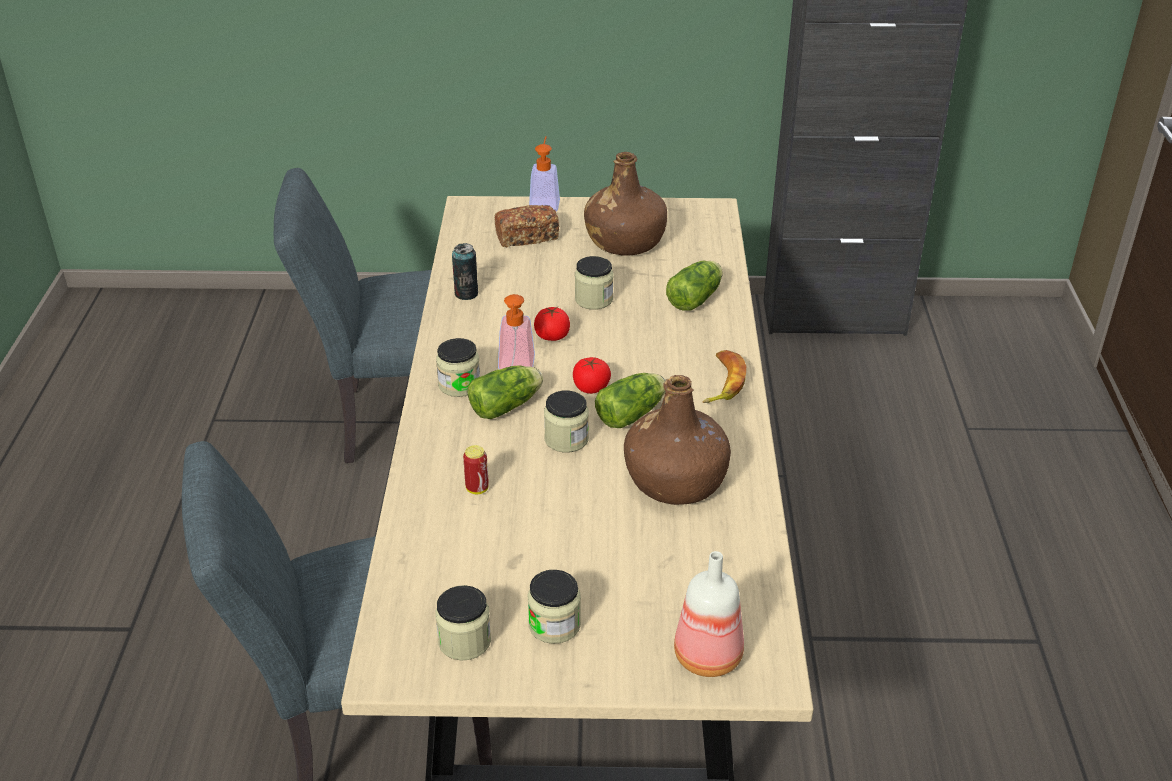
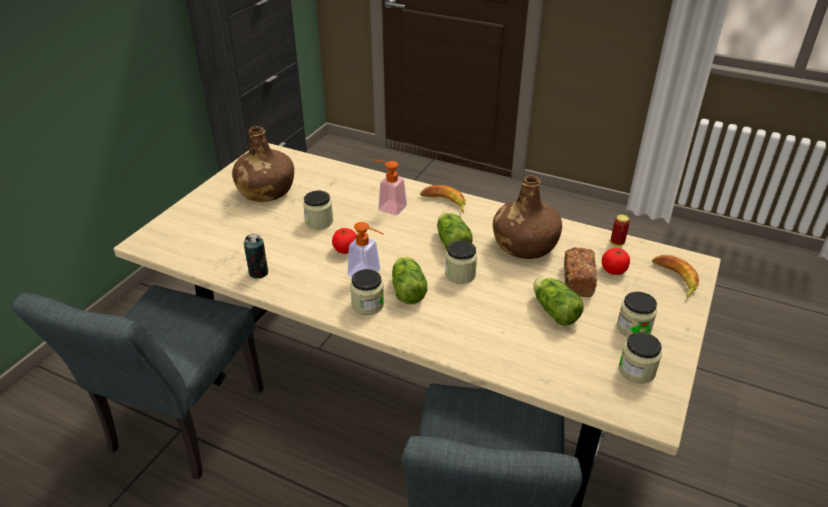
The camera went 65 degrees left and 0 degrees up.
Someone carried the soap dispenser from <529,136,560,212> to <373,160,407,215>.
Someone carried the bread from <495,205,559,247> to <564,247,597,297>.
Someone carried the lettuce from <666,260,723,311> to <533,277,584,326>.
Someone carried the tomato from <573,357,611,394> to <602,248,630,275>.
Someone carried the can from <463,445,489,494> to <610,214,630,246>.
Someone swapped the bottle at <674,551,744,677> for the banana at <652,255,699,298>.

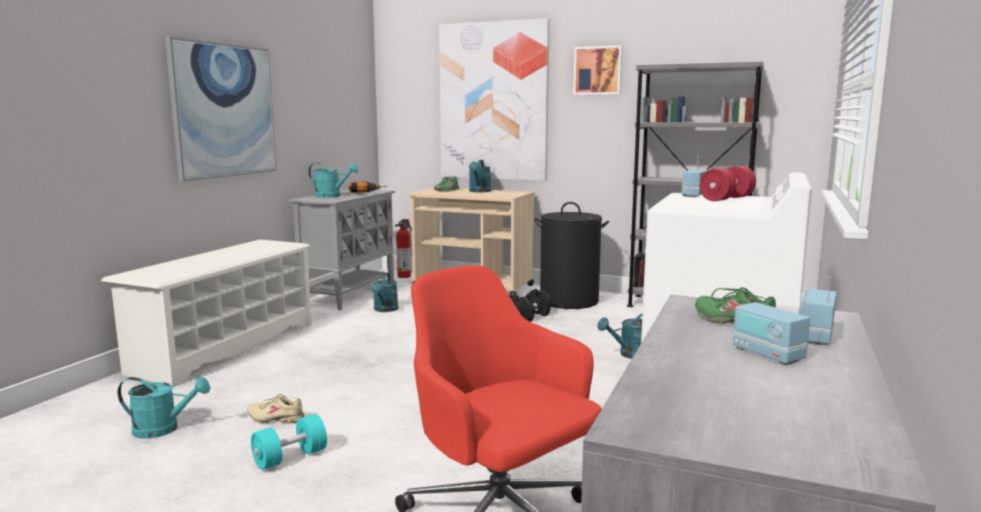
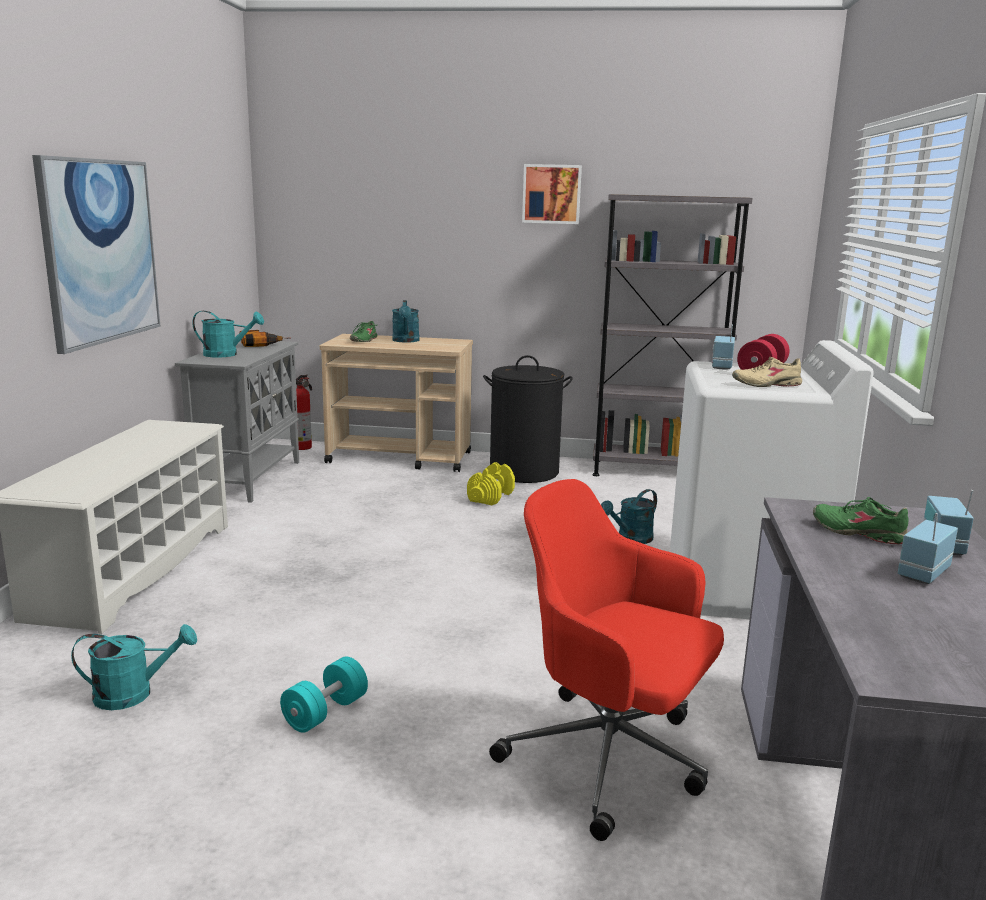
The camera went 15 degrees left and 5 degrees up.
Someone took away the picture at <439,18,550,181>.
Someone took away the turquoise watering can at <371,273,399,312>.
Someone rotated the radio at <733,288,810,365> by 90 degrees clockwise.
Someone repainted the black dumbbell at <511,289,551,322>, which became the yellow dumbbell at <467,462,515,505>.
Someone carried the beige shoe from <247,394,305,423> to <732,357,802,387>.

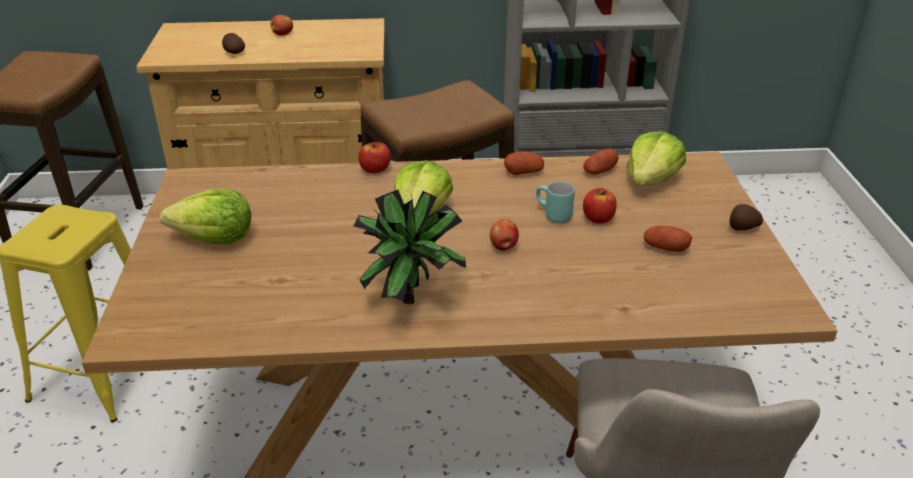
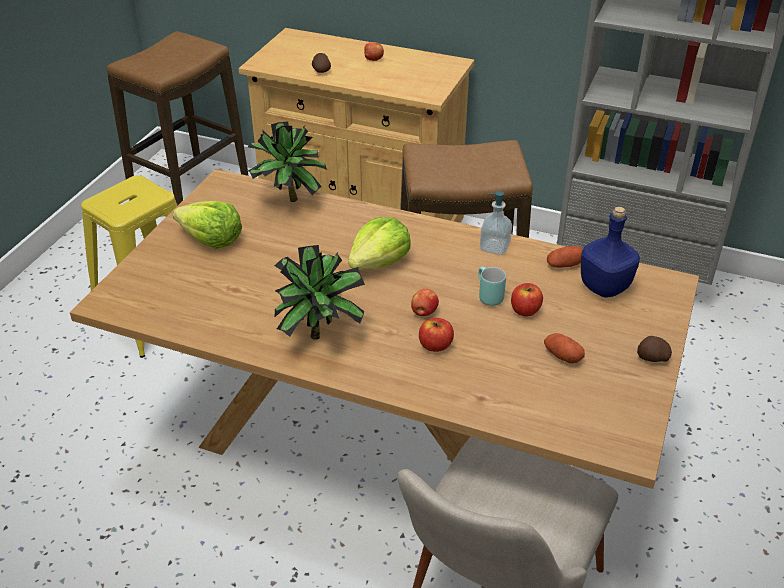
The camera went 25 degrees right and 5 degrees up.
Someone swapped the lettuce at <627,132,686,186> for the blue bottle at <581,207,640,297>.
Someone carried the apple from <358,142,391,174> to <419,318,454,352>.
Someone swapped the potato at <504,151,544,175> for the soap dispenser at <480,191,512,255>.
Someone put down the potted plant at <248,121,327,202>.

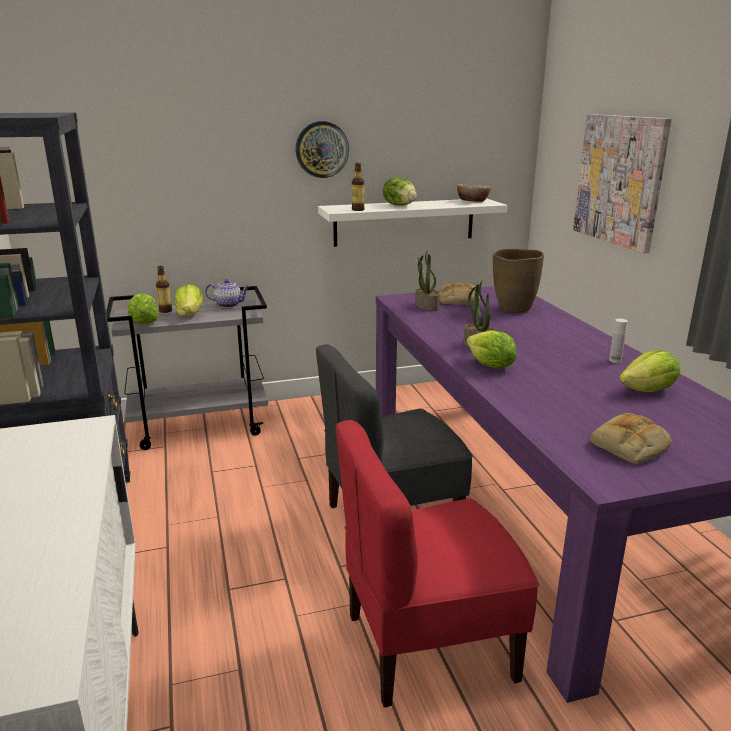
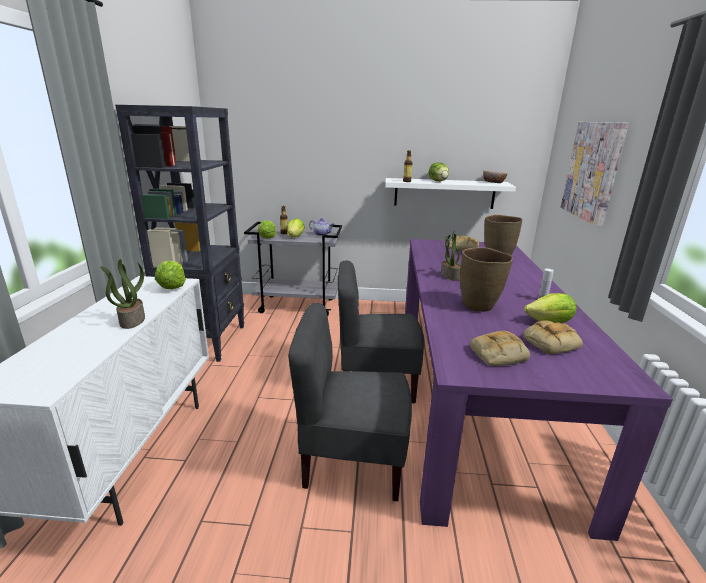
The camera went 20 degrees right and 0 degrees up.
Someone took away the wall clock at <295,121,349,178>.
Someone carried the potted plant from <415,250,440,311> to <100,259,145,329>.
Someone carried the lettuce from <467,330,516,369> to <155,261,186,289>.
Someone repainted the red chair at <336,420,539,707>, which became the grey chair at <288,303,412,501>.
Someone put down the brown vase at <460,247,513,312>.
Someone put down the bread at <523,320,583,355>.

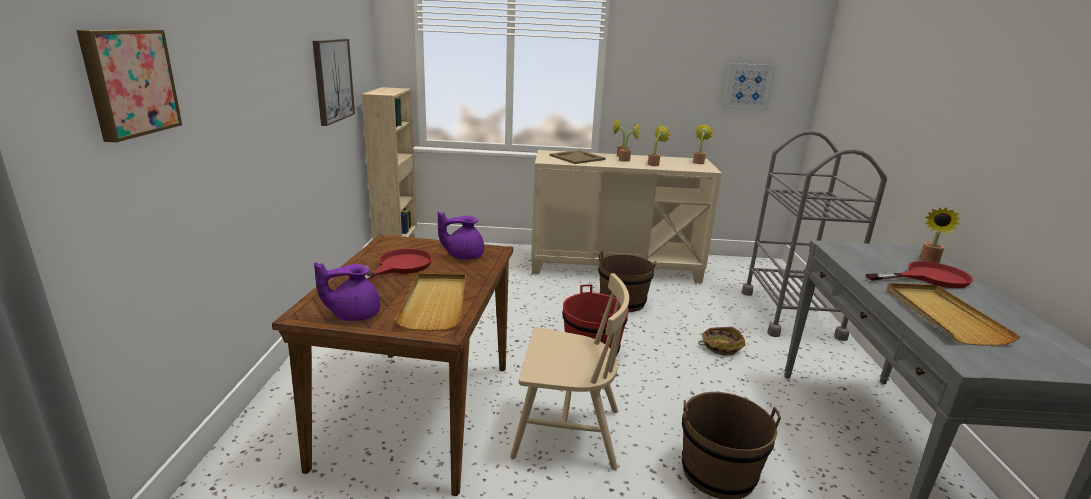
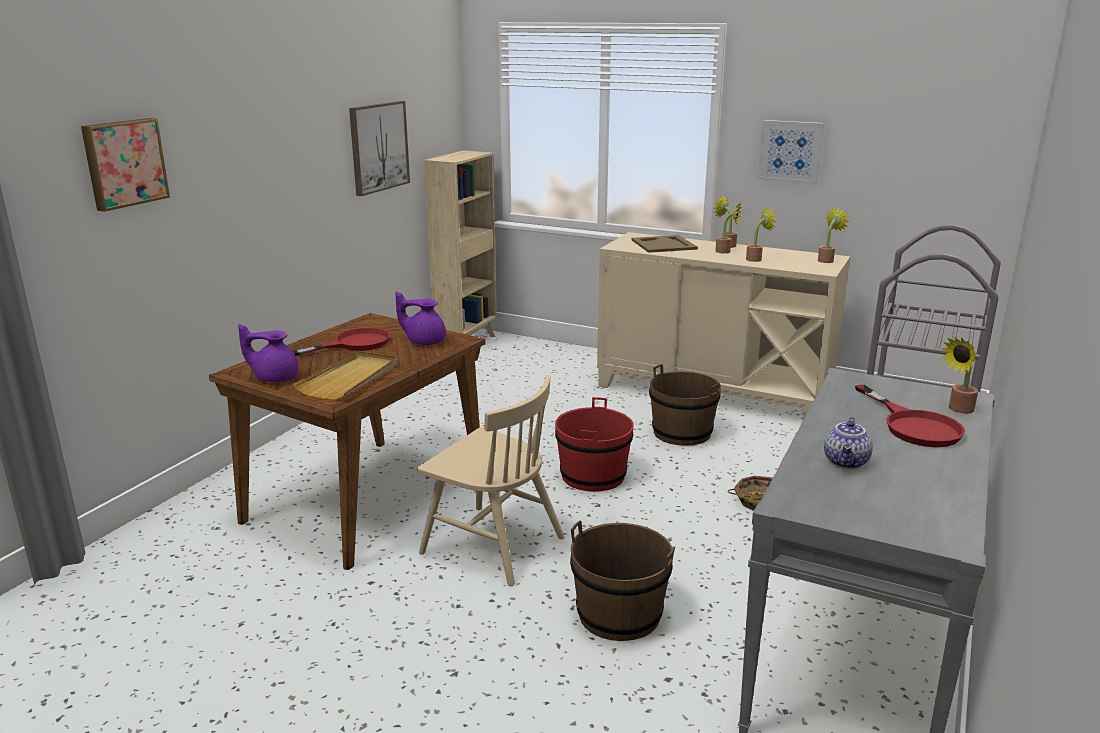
The camera went 25 degrees right and 0 degrees up.
Someone carried the picture from <723,63,776,111> to <758,120,824,185>.
Someone rotated the red frying pan at <866,261,973,288> by 60 degrees clockwise.
Someone swapped the beige tray at <887,283,1021,346> for the teapot at <824,417,873,469>.

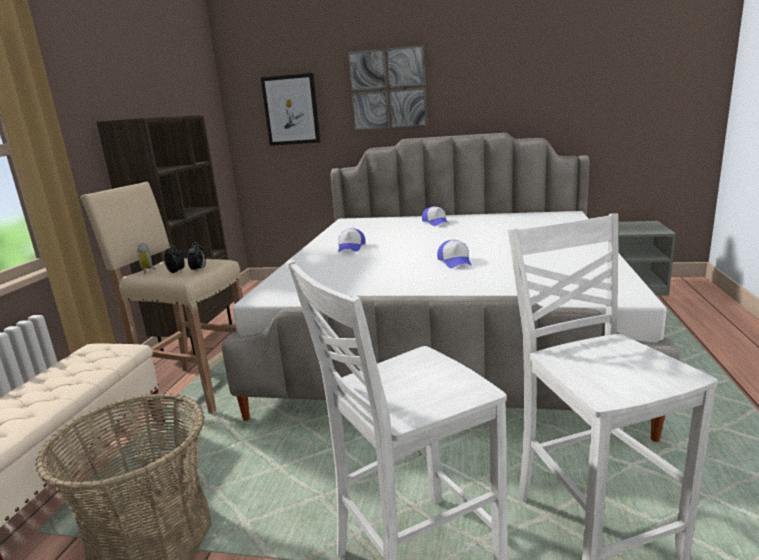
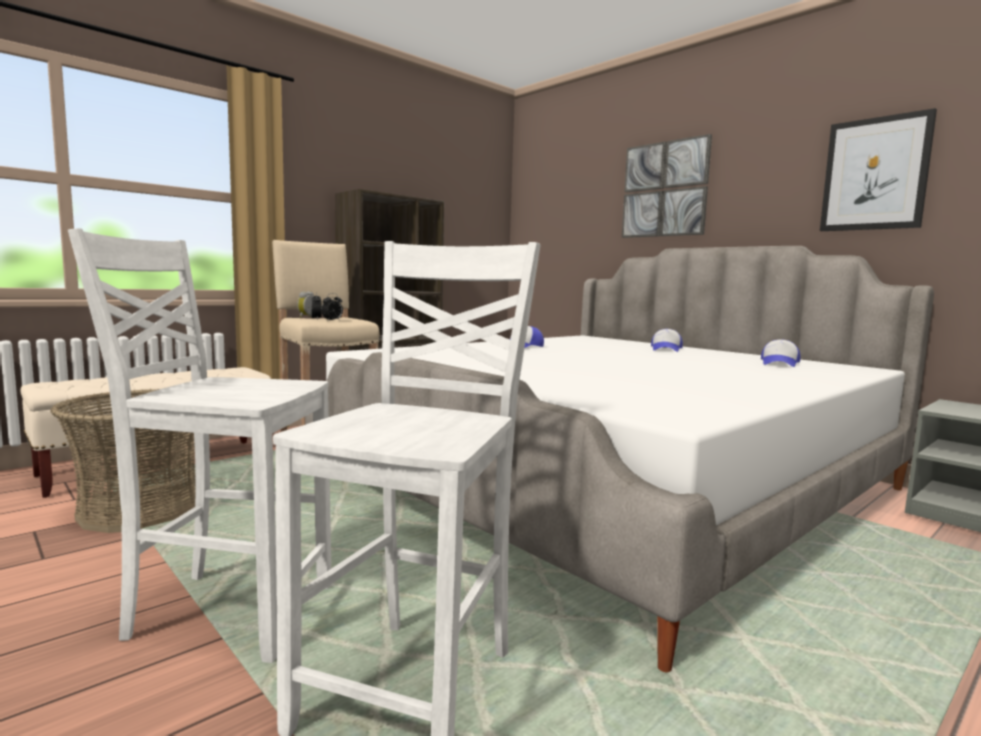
The camera went 35 degrees right and 10 degrees down.
Someone carried the picture from <261,73,321,146> to <820,108,937,231>.
Someone carried the cap from <437,240,472,268> to <761,339,801,367>.

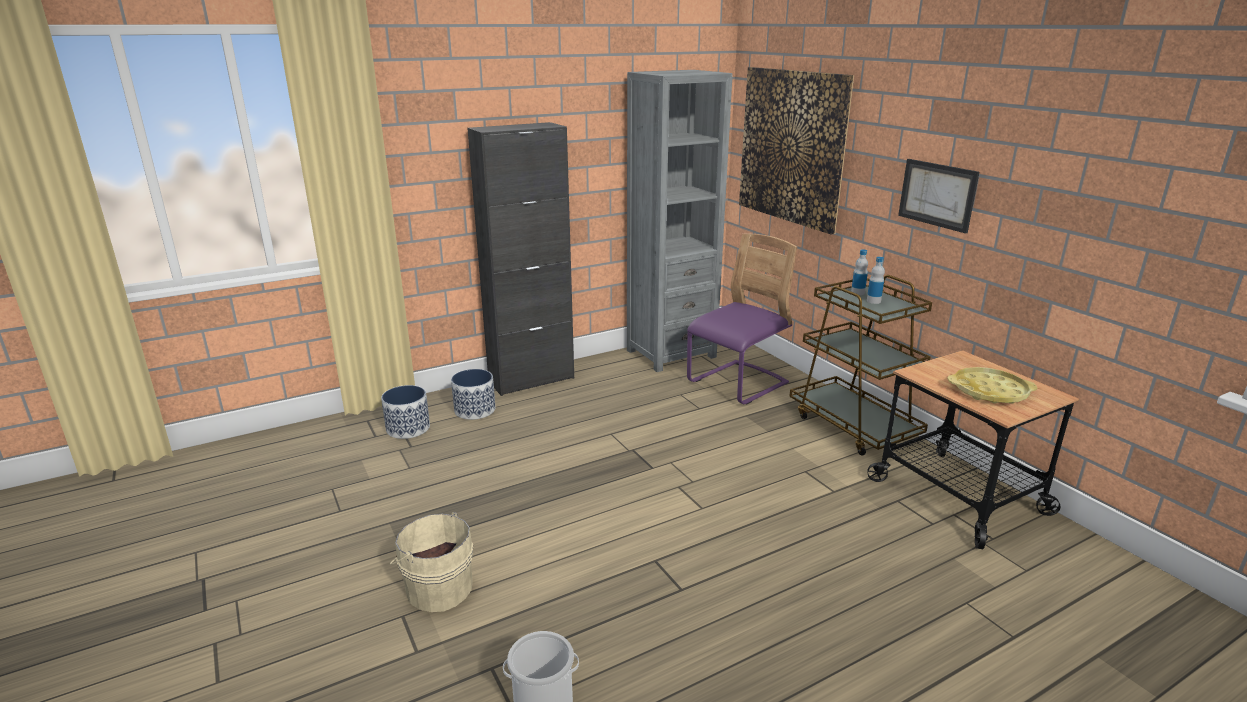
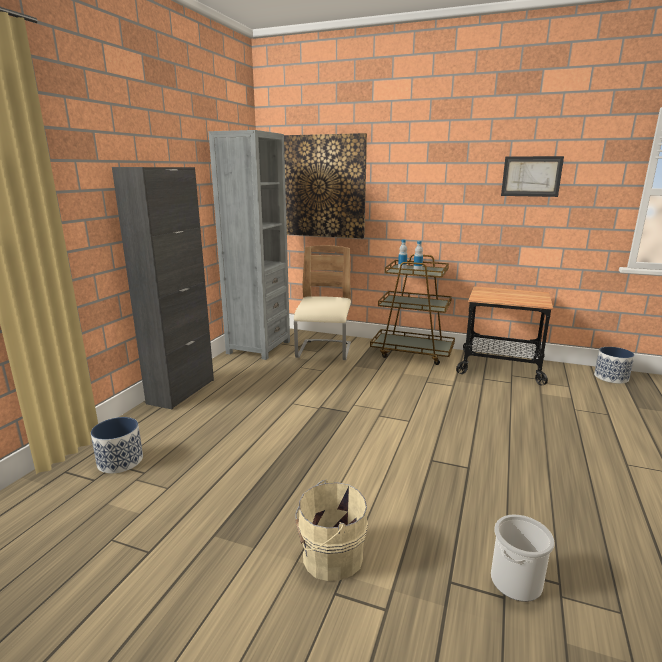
The camera went 40 degrees left and 5 degrees down.
Someone carried the picture from <898,159,979,234> to <501,156,564,197>.
Someone repainted the purple chair at <687,233,797,404>, which became the beige chair at <294,245,351,360>.
Someone took away the yellow tray at <947,367,1037,404>.
Someone carried the planter from <451,369,496,420> to <594,347,635,384>.

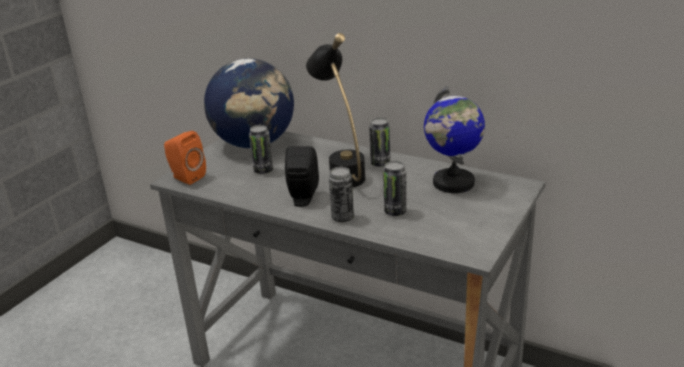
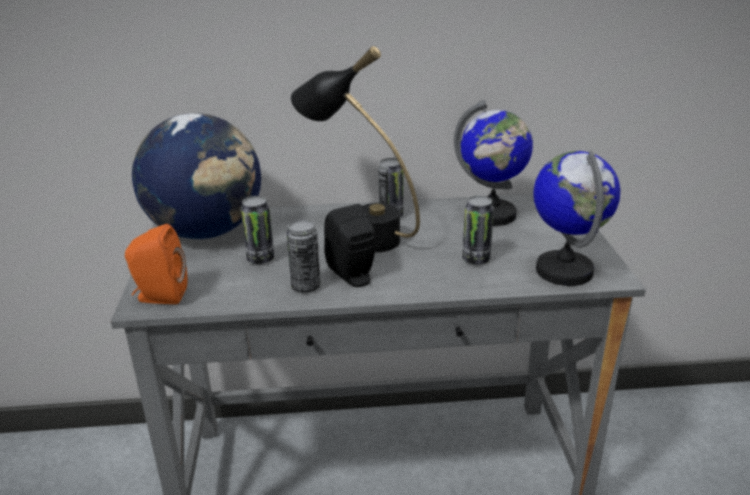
The camera went 35 degrees left and 0 degrees up.
Someone carried the can from <329,167,354,222> to <287,219,321,292>.
Someone put down the globe at <533,150,620,286>.

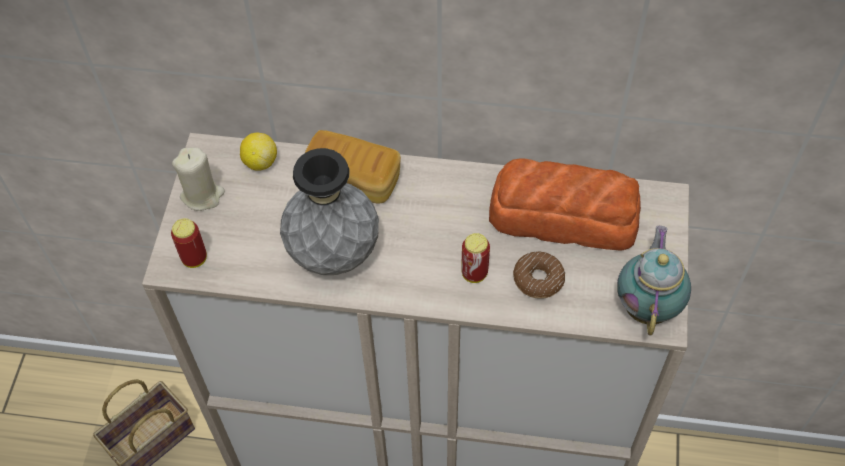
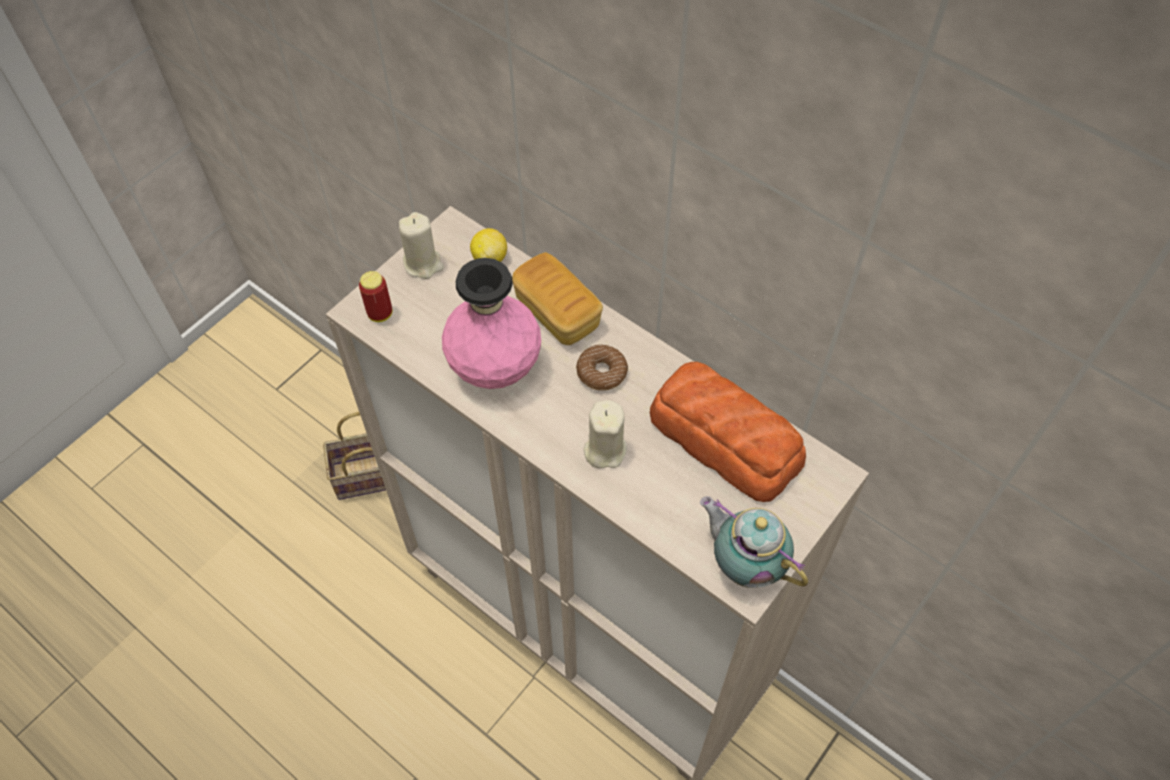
The camera went 30 degrees right and 0 degrees up.
Someone repainted the grey vase at <280,148,379,275>, which became the pink vase at <442,258,541,389>.
Someone rotated the teapot at <617,226,691,336> by 90 degrees counterclockwise.
Someone swapped the can at <461,233,490,283> for the beige candle at <584,400,627,468>.
Someone carried the donut from <513,252,565,299> to <576,345,628,391>.

